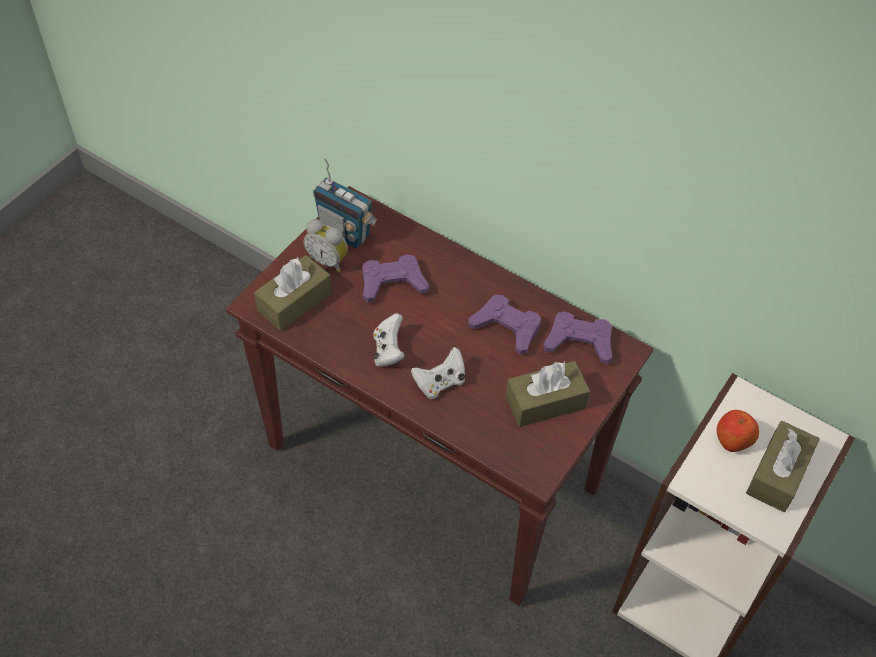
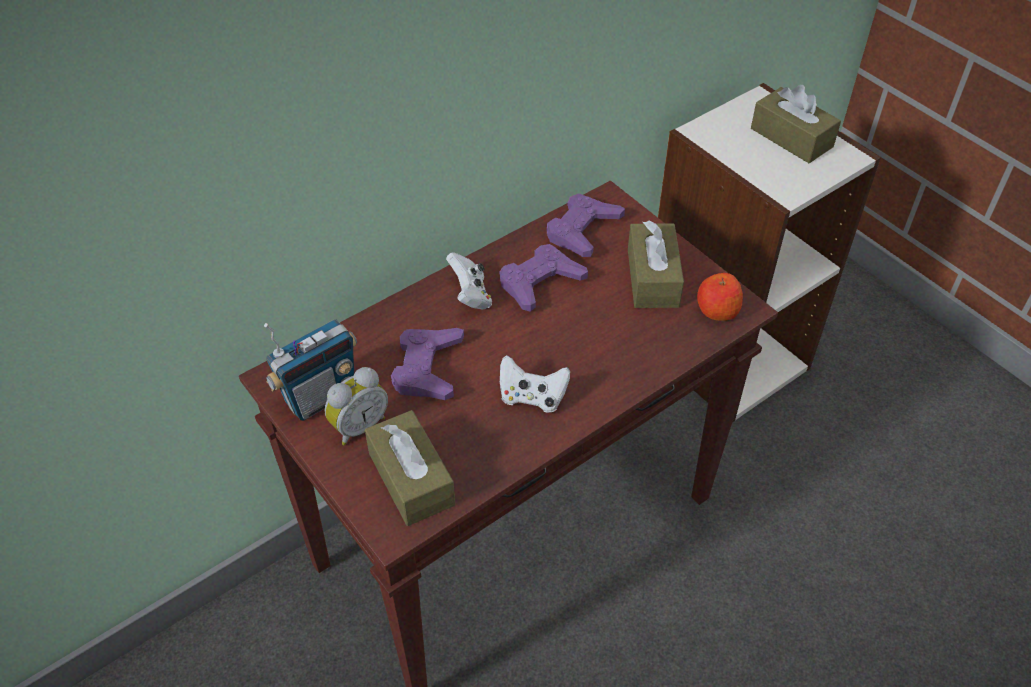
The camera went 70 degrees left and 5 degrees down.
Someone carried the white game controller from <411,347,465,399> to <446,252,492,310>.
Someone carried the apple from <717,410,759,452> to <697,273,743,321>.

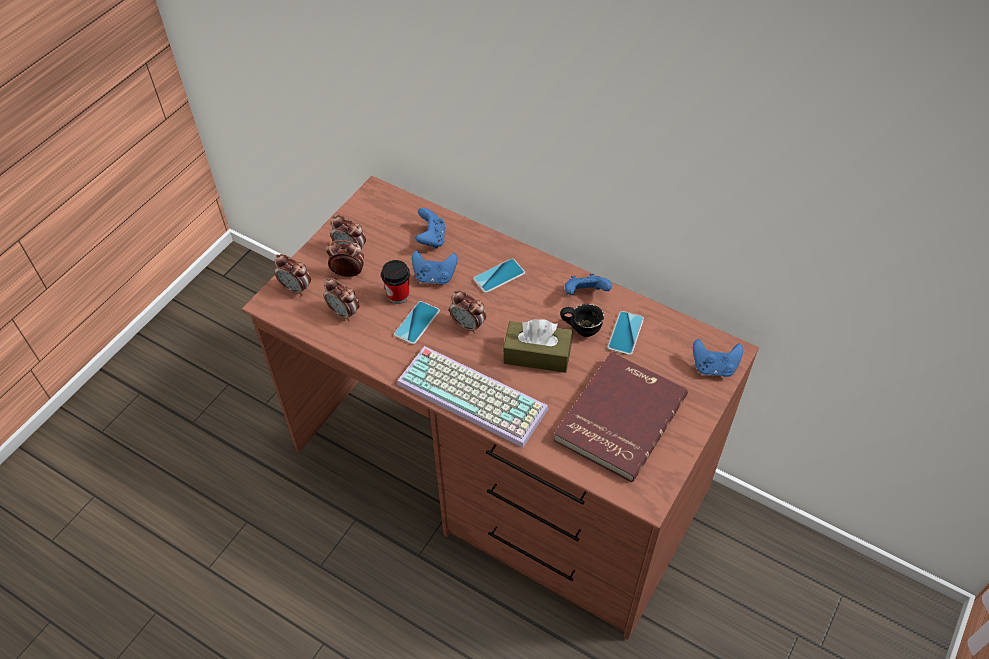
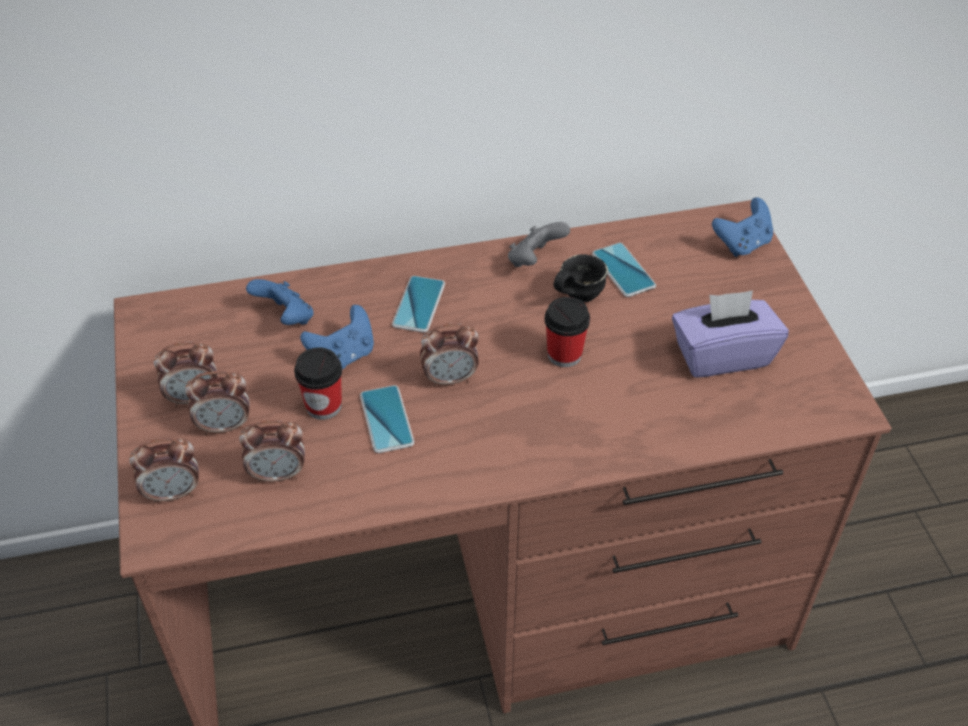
The camera went 45 degrees left and 5 degrees down.
Someone rotated the alarm clock at <326,240,364,277> by 150 degrees counterclockwise.
Someone repainted the blue game controller at <565,274,612,295>, which became the grey game controller at <508,222,570,267>.
Someone swapped the brown tissue box at <503,319,572,373> for the cup at <545,297,590,367>.
Someone took away the keyboard at <397,346,549,447>.
Someone swapped the red book at <554,352,688,482> for the purple tissue box at <672,290,789,378>.

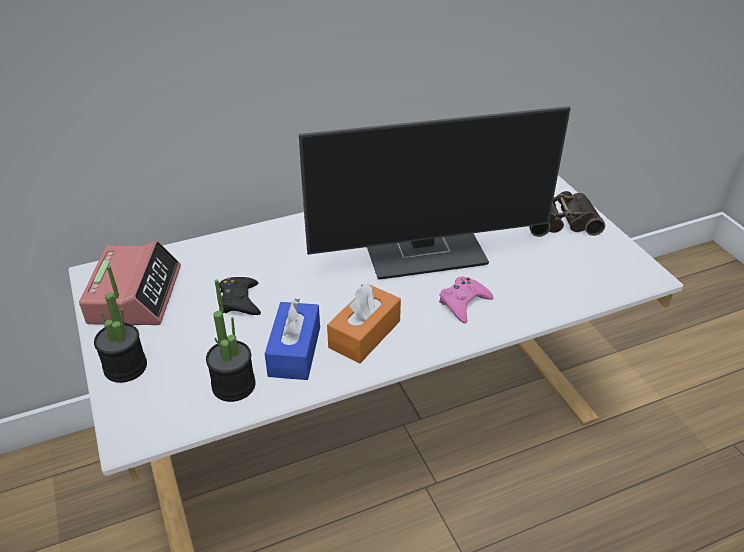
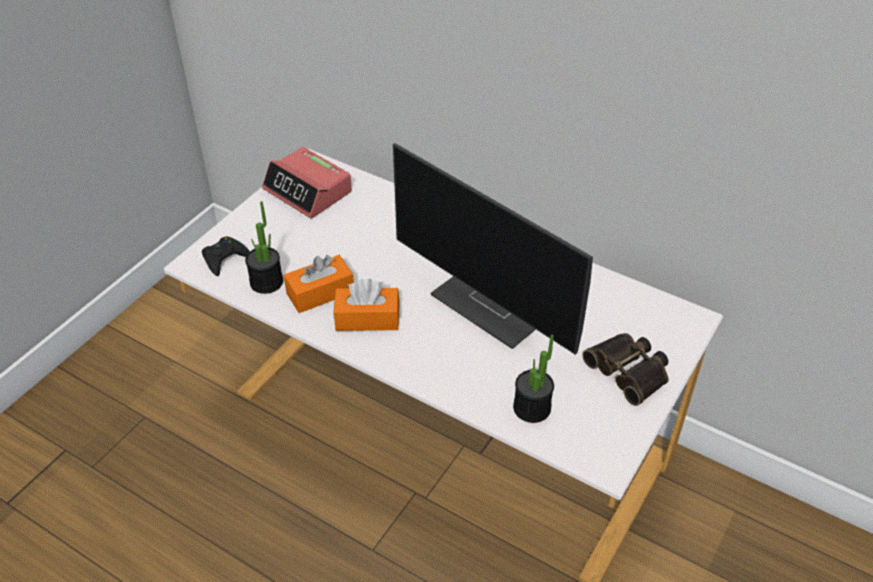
The camera went 55 degrees right and 5 degrees up.
Someone rotated the alarm clock at <79,241,181,325> by 75 degrees clockwise.
Someone carried the potted plant from <94,266,147,383> to <513,335,554,423>.
Someone took away the pink game controller at <439,276,494,323>.
Someone carried the black game controller from <219,277,261,315> to <202,236,250,276>.
Someone repainted the blue tissue box at <265,299,320,380>, which became the orange tissue box at <284,255,354,313>.

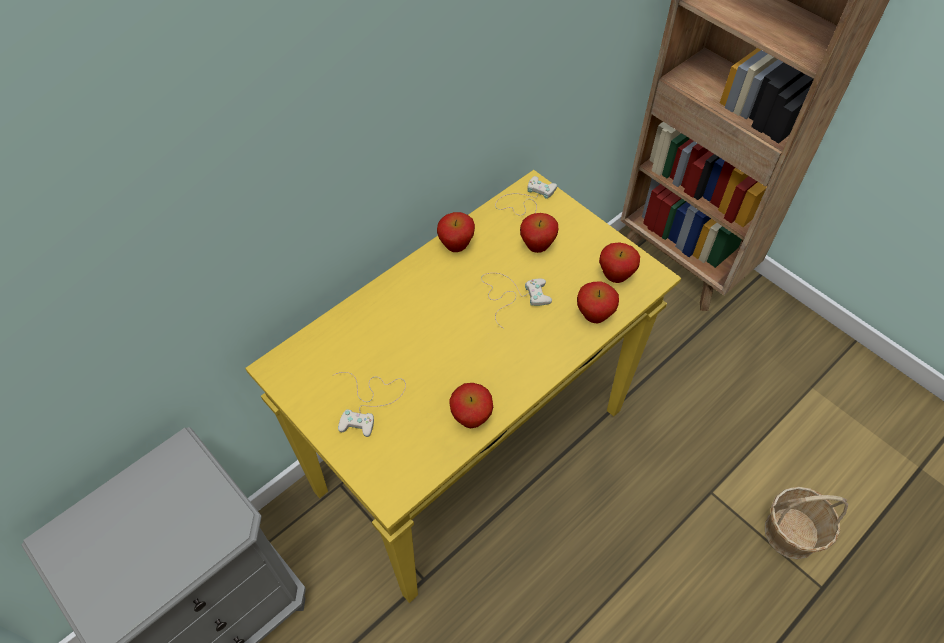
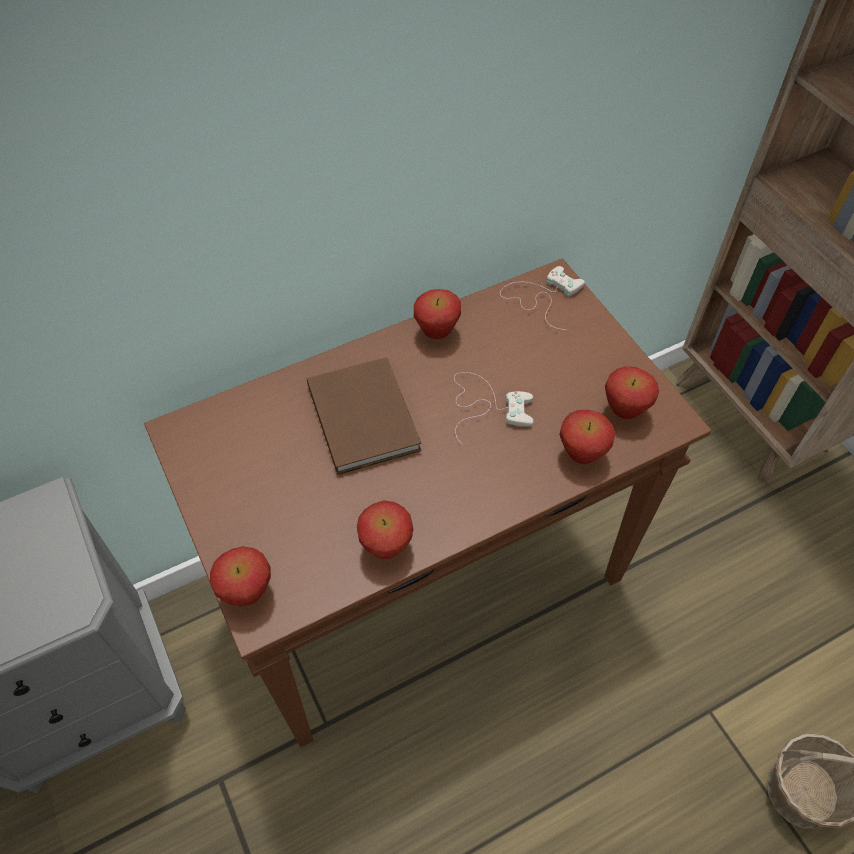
The camera went 15 degrees right and 0 degrees up.
Someone repainted the yellow console table at <245,170,681,603>, which became the brown console table at <144,258,712,747>.
Someone carried the apple from <520,213,558,253> to <210,546,271,606>.
Someone took away the white game controller at <334,372,406,437>.
Someone put down the brown book at <307,357,421,475>.

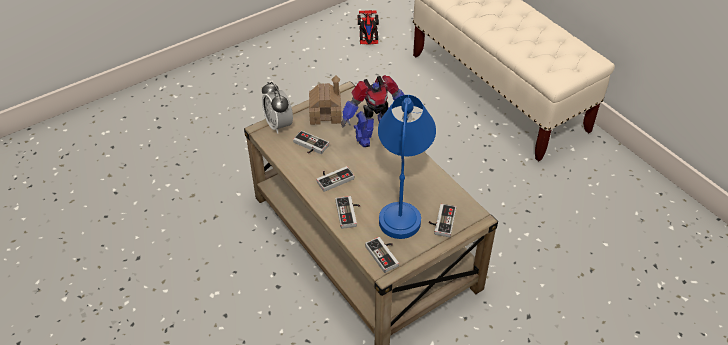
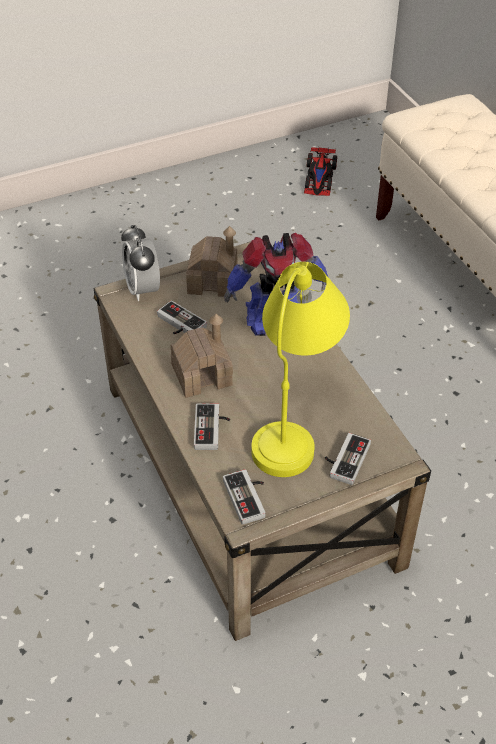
The camera went 10 degrees right and 0 degrees up.
Someone repainted the blue table lamp at <378,95,436,239>, which became the yellow table lamp at <251,262,350,477>.
Someone swapped the game controller at <316,166,354,192> for the toy house at <171,314,233,398>.

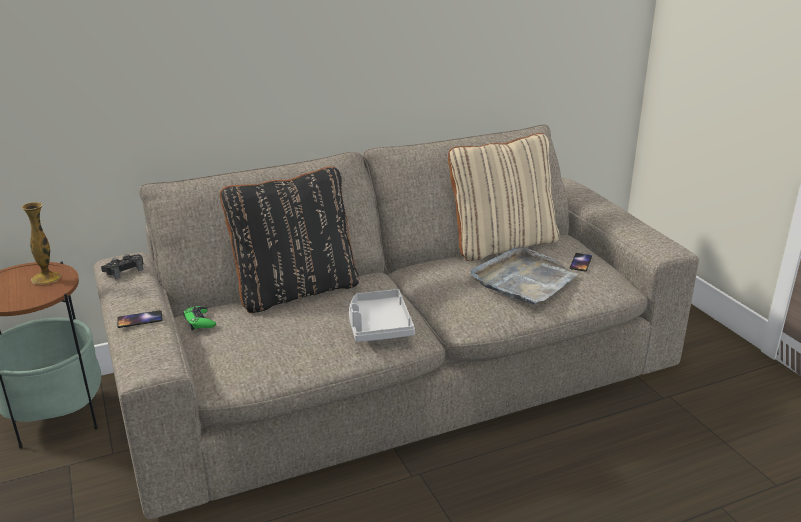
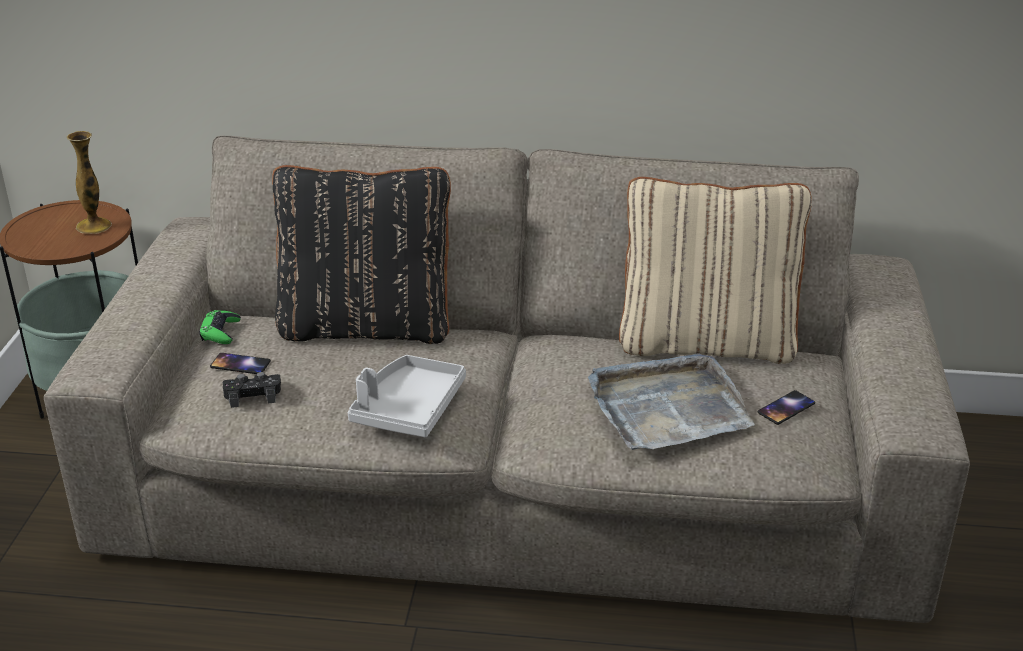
The camera went 30 degrees right and 5 degrees up.
Someone carried the black game controller from <101,254,143,279> to <222,372,281,408>.
Someone carried the phone from <117,310,163,328> to <210,353,271,374>.

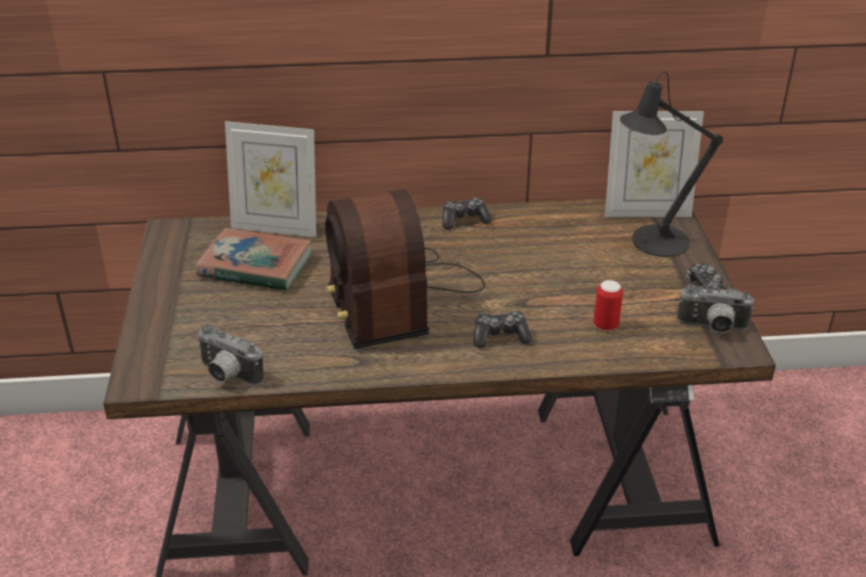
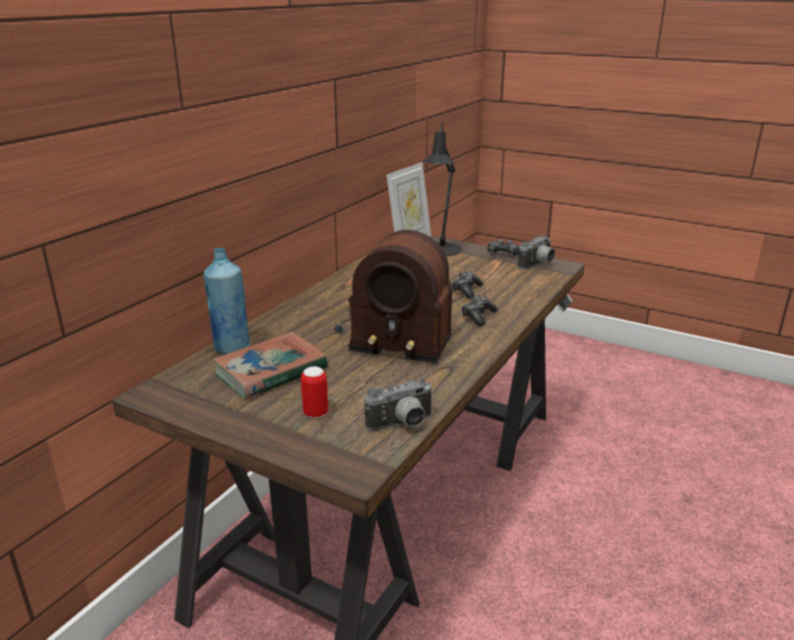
The camera went 55 degrees left and 10 degrees down.
Someone swapped the picture frame at <225,121,316,237> for the blue bottle at <204,248,251,355>.
Someone carried the game controller from <442,198,492,229> to <452,271,483,299>.
Someone carried the can from <593,280,623,331> to <301,366,328,418>.

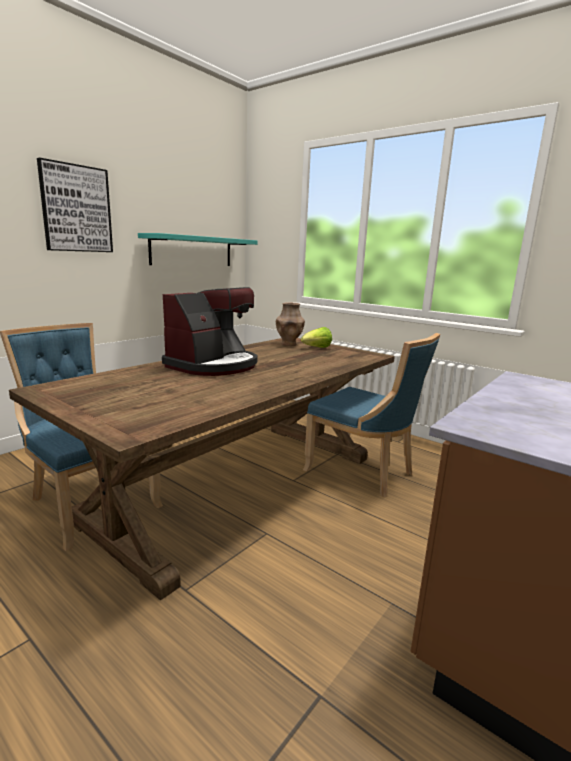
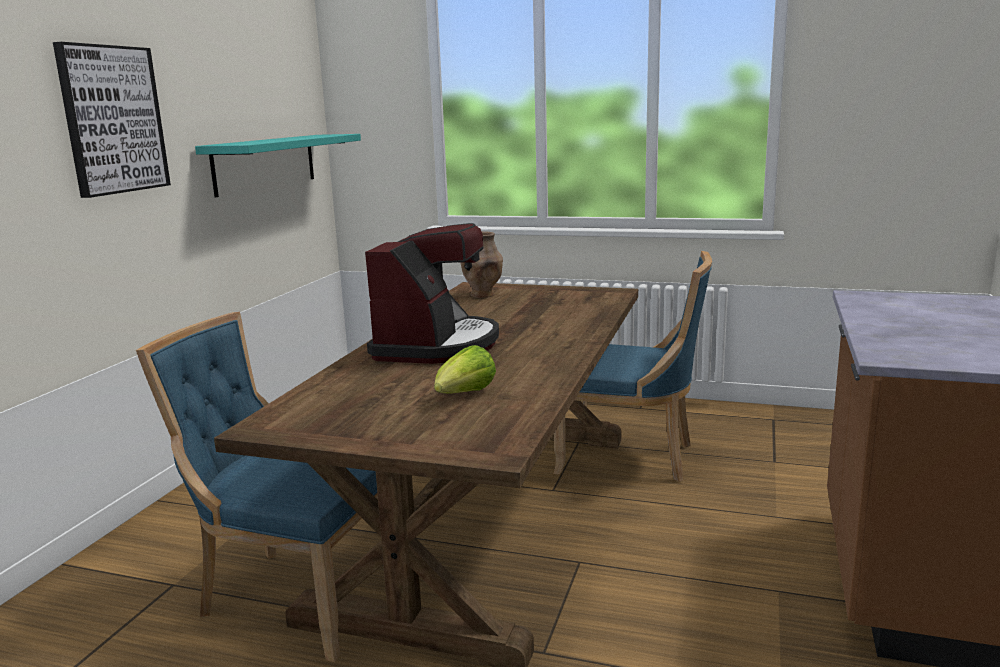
The camera went 20 degrees left and 0 degrees up.
Someone carried the lettuce from <301,327,332,348> to <434,345,496,394>.

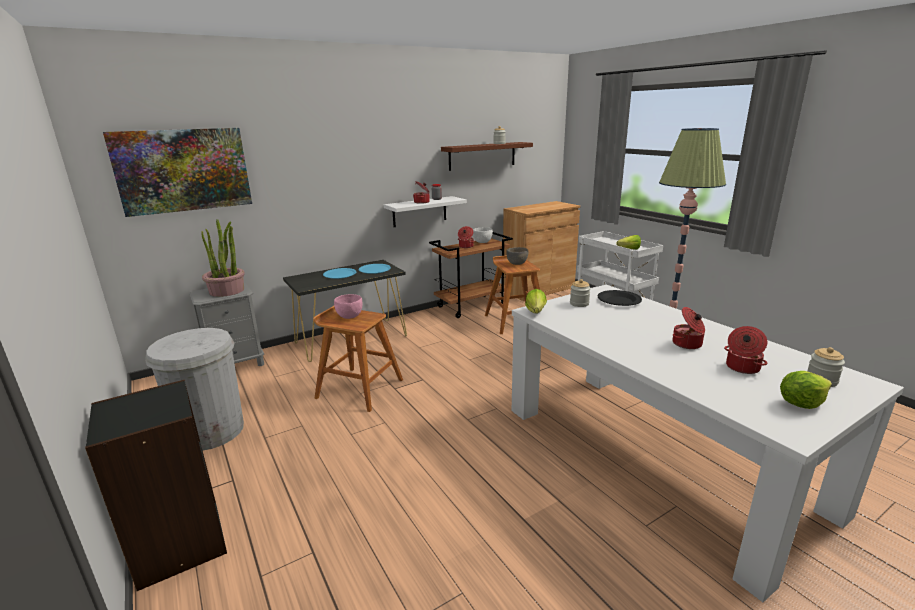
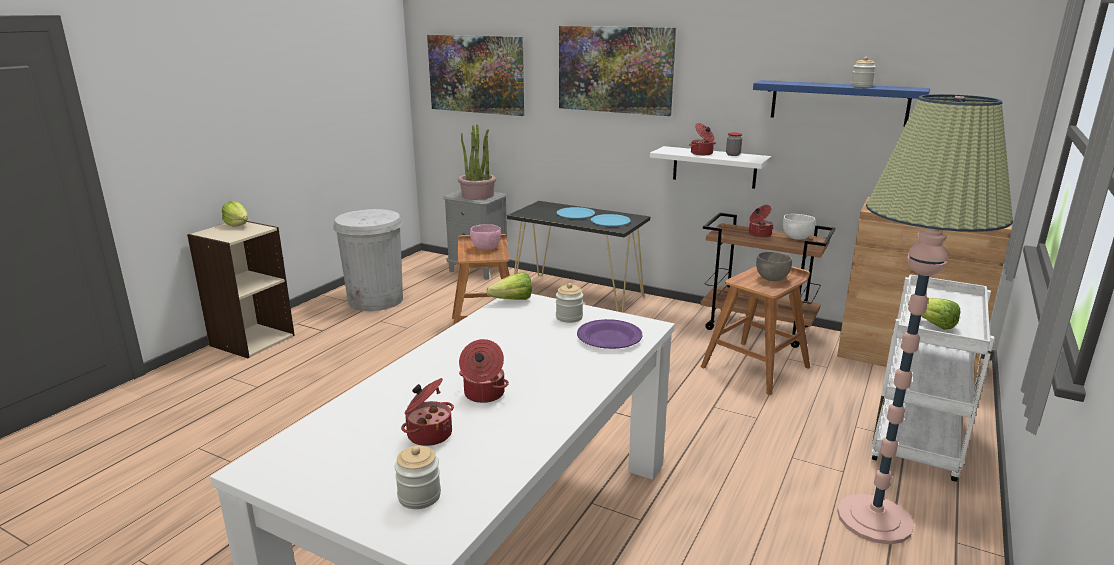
The camera went 60 degrees right and 0 degrees up.
Someone repainted the brown shelf at <441,142,533,171>, which became the blue shelf at <753,80,930,127>.
Someone repainted the black plate at <598,290,642,306>, which became the purple plate at <577,319,642,349>.
Someone carried the lettuce from <780,371,832,409> to <222,201,248,227>.
Someone repainted the black bookcase at <85,380,227,591>, which became the beige bookcase at <187,221,295,358>.
Someone put up the picture at <559,26,676,116>.

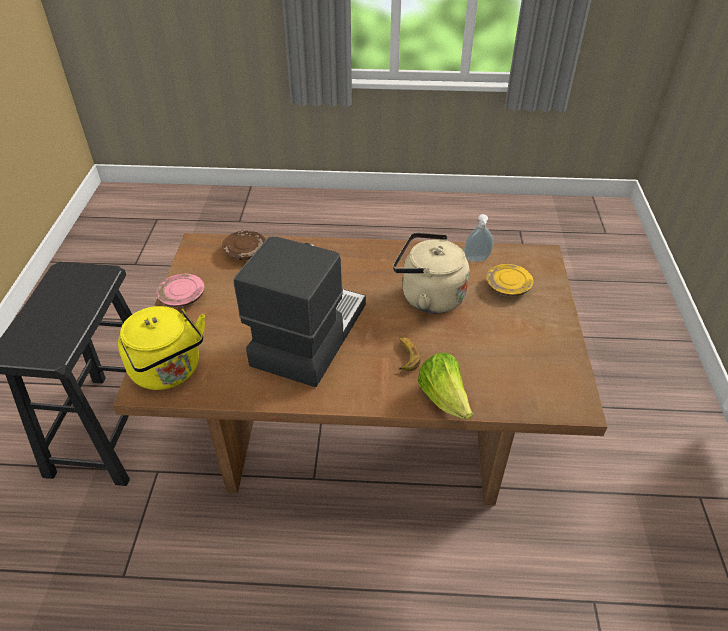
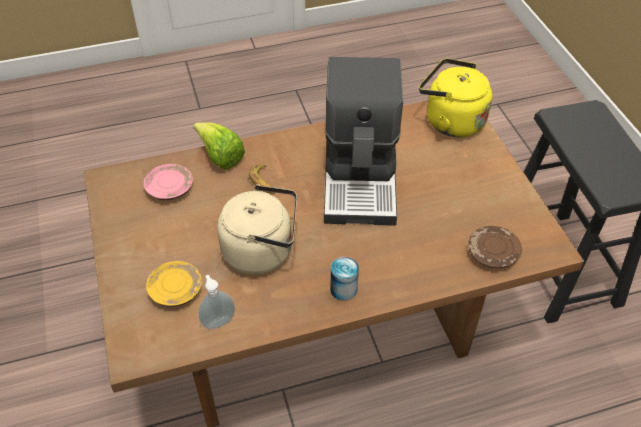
The camera went 160 degrees right and 5 degrees up.
Someone carried the pink plate from <156,274,204,307> to <143,164,193,201>.
Someone put down the can at <330,257,359,301>.

